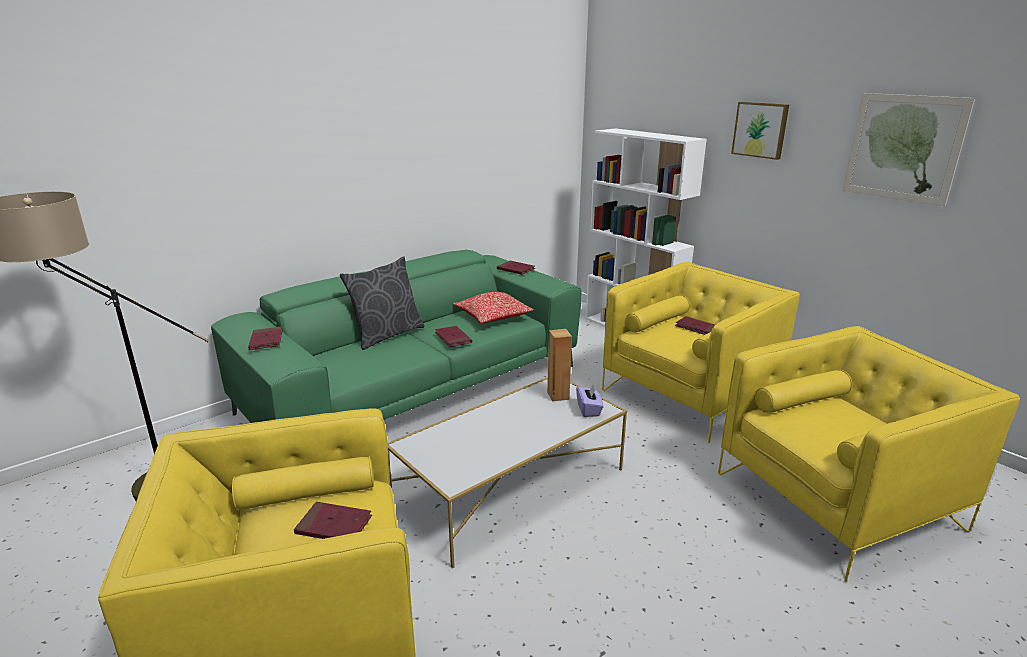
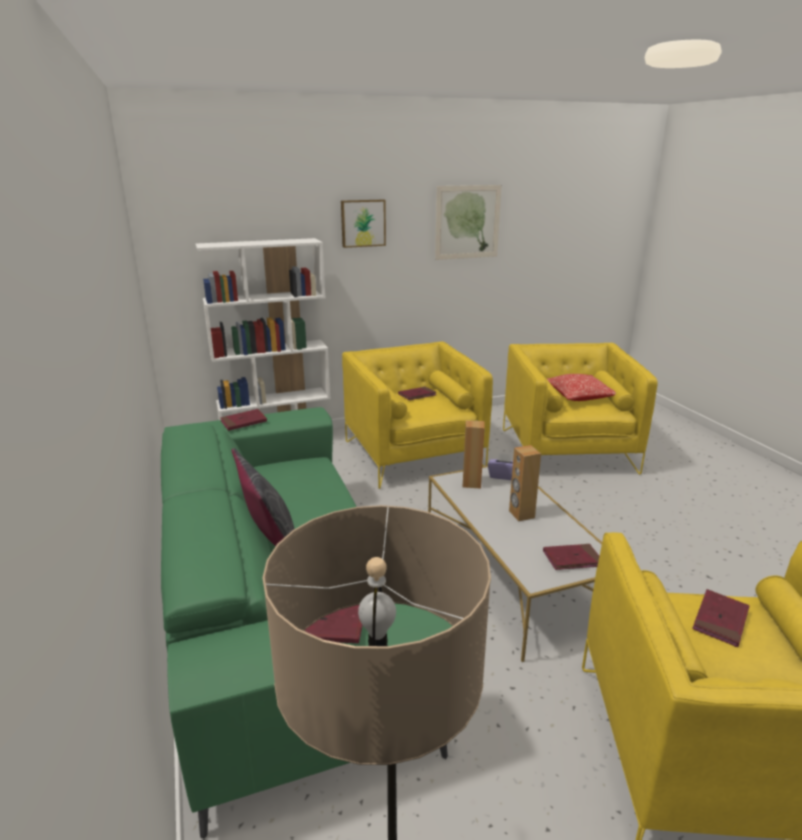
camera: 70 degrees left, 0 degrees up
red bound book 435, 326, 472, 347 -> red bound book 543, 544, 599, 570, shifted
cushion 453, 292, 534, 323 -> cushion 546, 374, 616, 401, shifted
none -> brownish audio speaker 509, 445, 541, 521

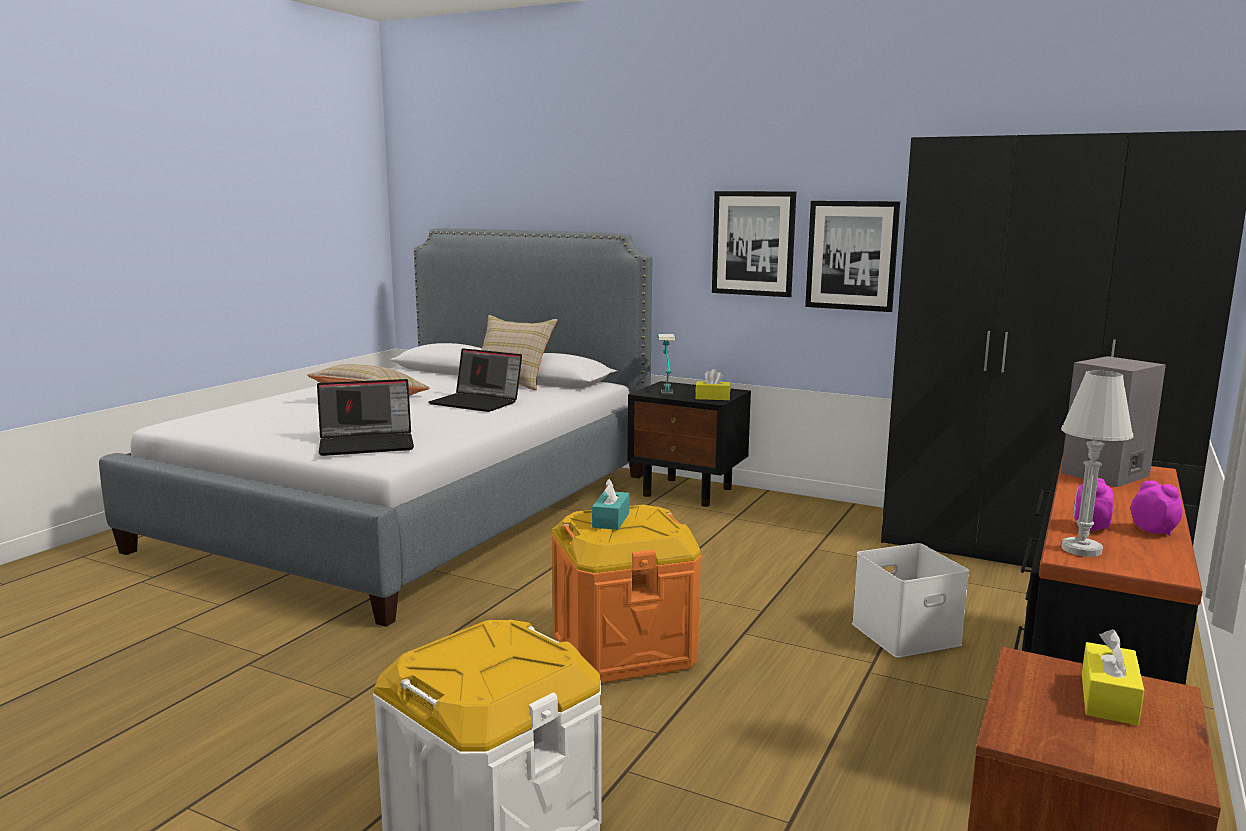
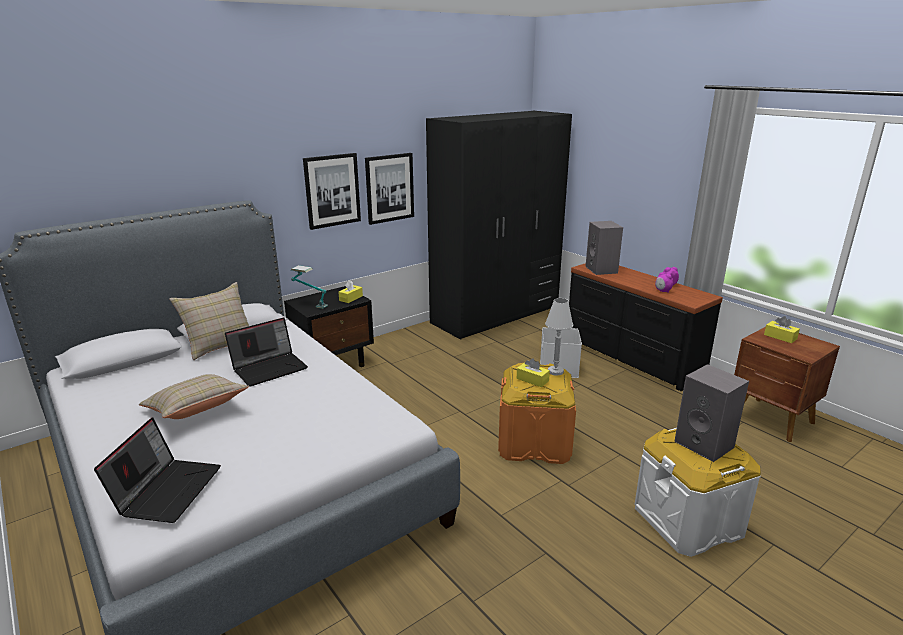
camera: 65 degrees left, 10 degrees up
laptop 317, 379, 414, 456 -> laptop 94, 417, 221, 523, shifted
turquoise-coloured tissue holder 592, 479, 629, 530 -> yellow-coloured tissue holder 517, 358, 550, 387
whitish tabletop lamp 1061, 371, 1133, 557 -> whitish tabletop lamp 545, 298, 573, 376, shifted
none -> grey audio speaker 674, 364, 749, 462

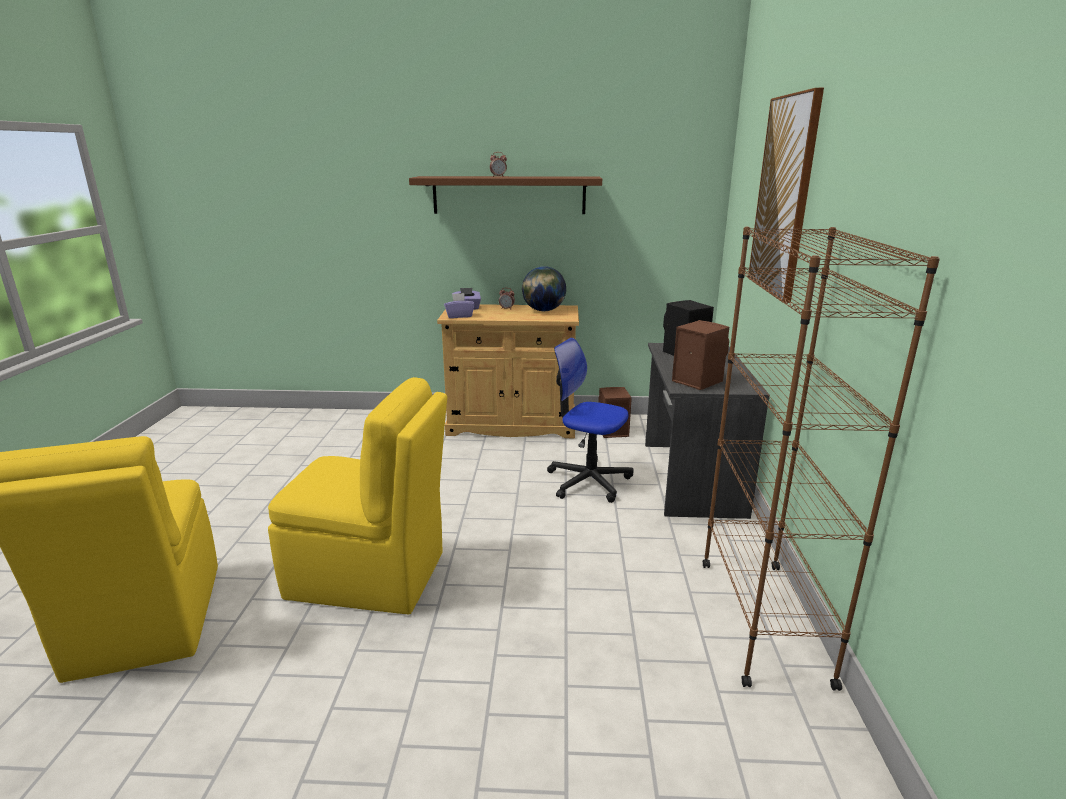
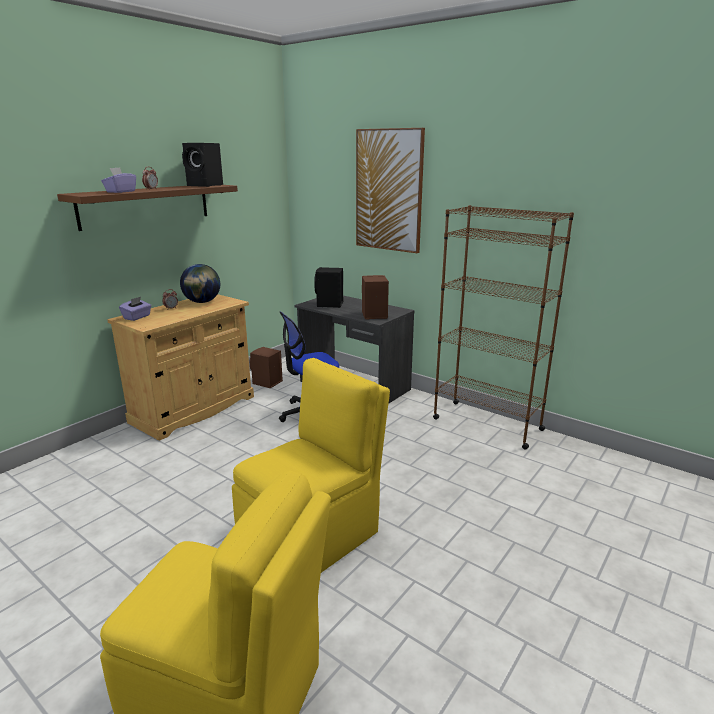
camera: 55 degrees left, 0 degrees up
purple tissue holder 444, 293, 475, 318 -> purple tissue holder 101, 167, 136, 193, shifted
none -> black-coloured audio speaker 182, 143, 223, 187

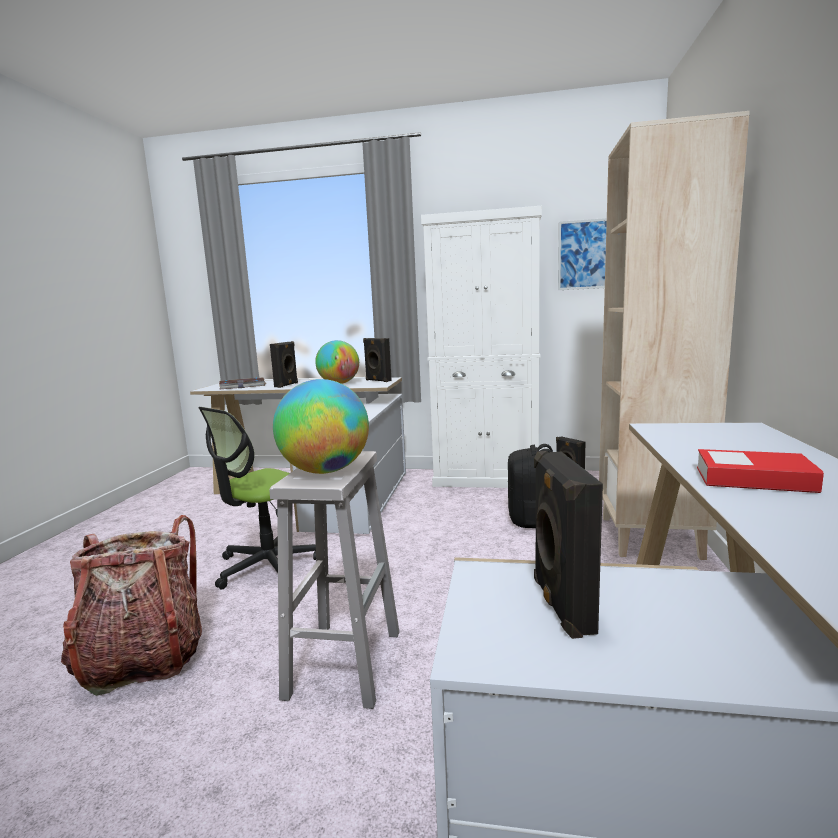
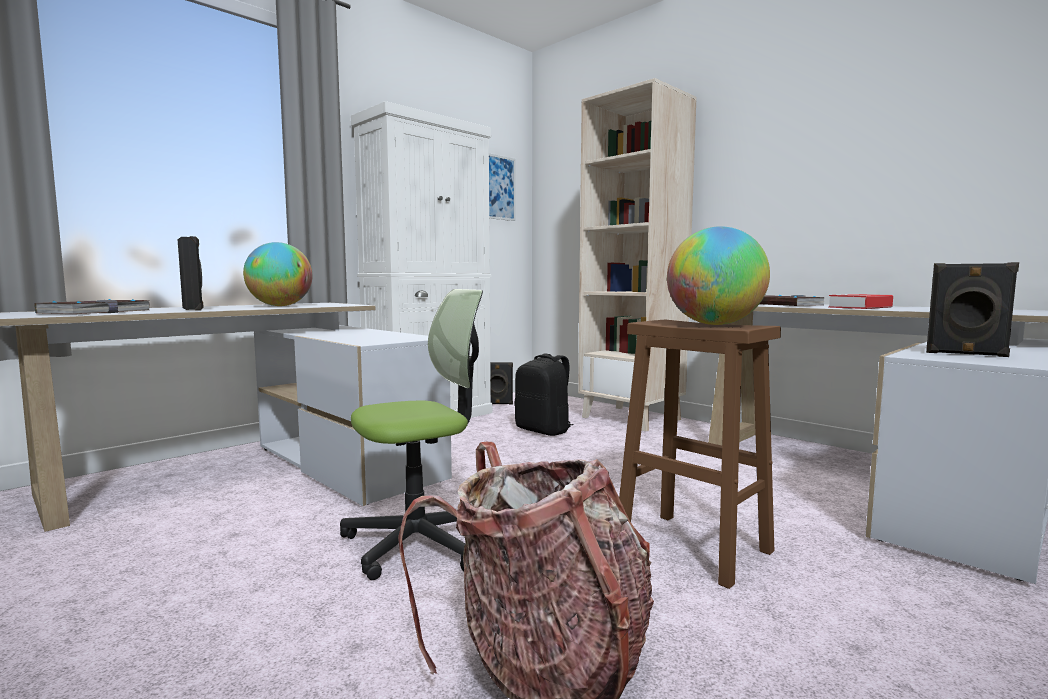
camera: 55 degrees left, 5 degrees down
computer chair 198, 407, 316, 589 -> computer chair 340, 289, 483, 580, 105 degrees counterclockwise
whitish stool 269, 451, 399, 709 -> brownish stool 619, 320, 781, 589
black-coloured audio speaker 363, 338, 392, 382 -> none
none -> bound book 760, 295, 825, 306

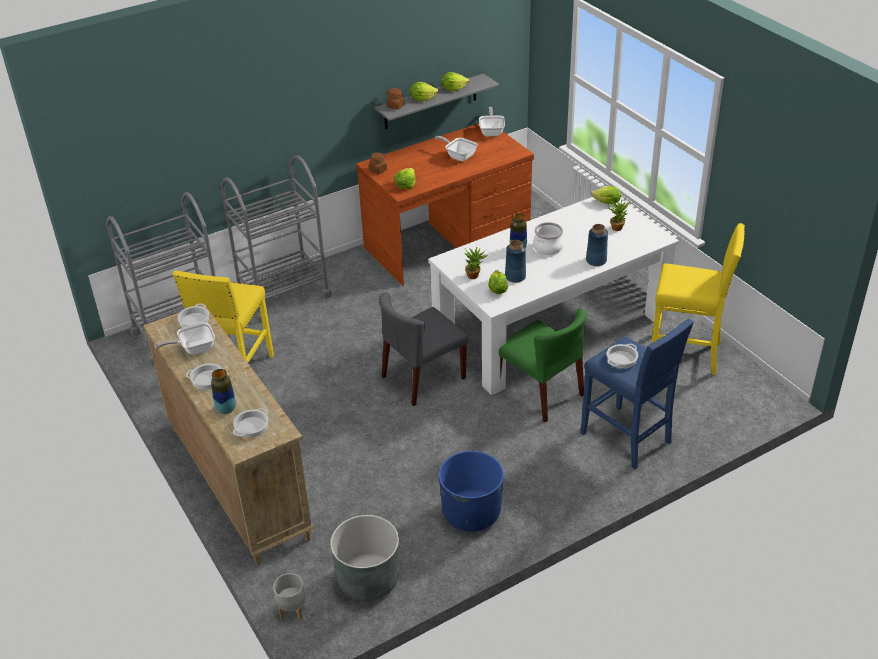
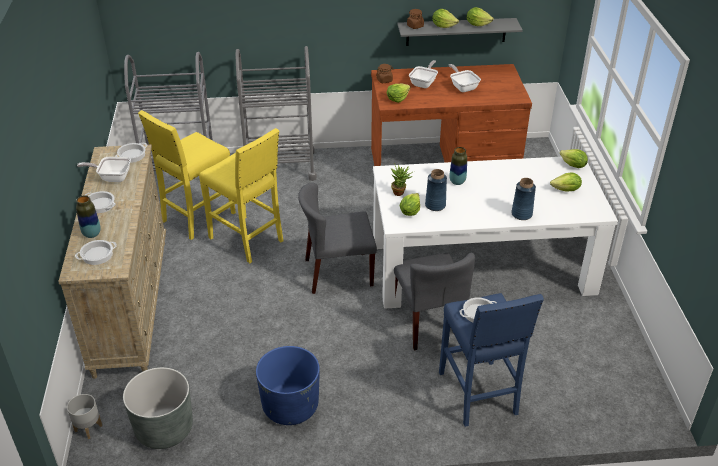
camera: 25 degrees right, 0 degrees up
frying pan 479, 107, 505, 136 -> frying pan 409, 60, 438, 88, shifted
green upright chair 499, 309, 586, 423 -> grey upright chair 394, 253, 475, 350
saucepot 533, 222, 564, 255 -> none
potted plant 607, 199, 629, 231 -> lettuce 550, 173, 582, 192
yellow-coloured stool 652, 223, 745, 375 -> yellow-coloured stool 199, 128, 283, 263, shifted

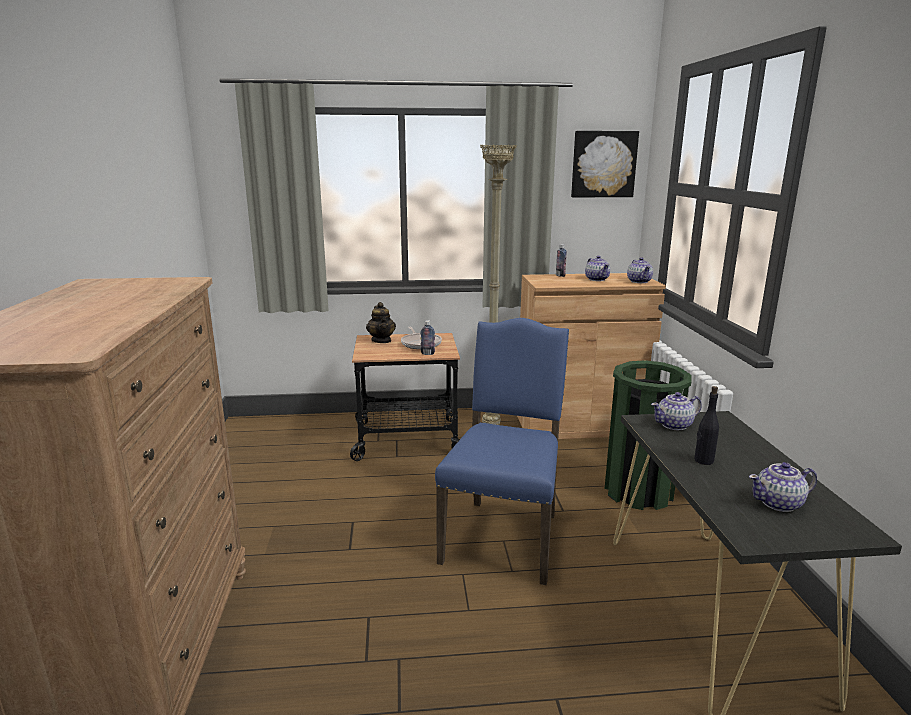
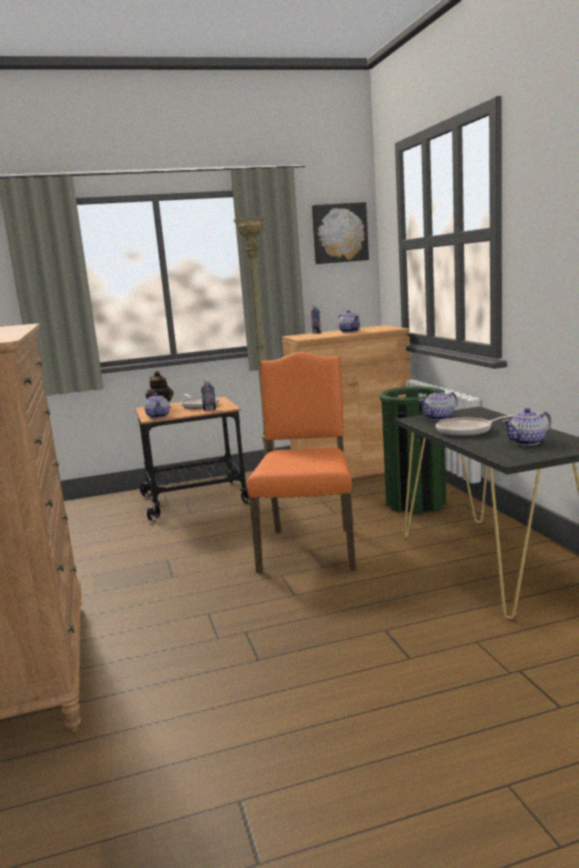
camera: 10 degrees left, 5 degrees down
blue-coloured upright chair 435, 318, 569, 585 -> orange-coloured upright chair 247, 352, 356, 573
pot for tea 627, 257, 653, 283 -> pot for tea 144, 393, 170, 418, shifted
black-coloured bottle 694, 386, 719, 465 -> frying pan 436, 415, 514, 437

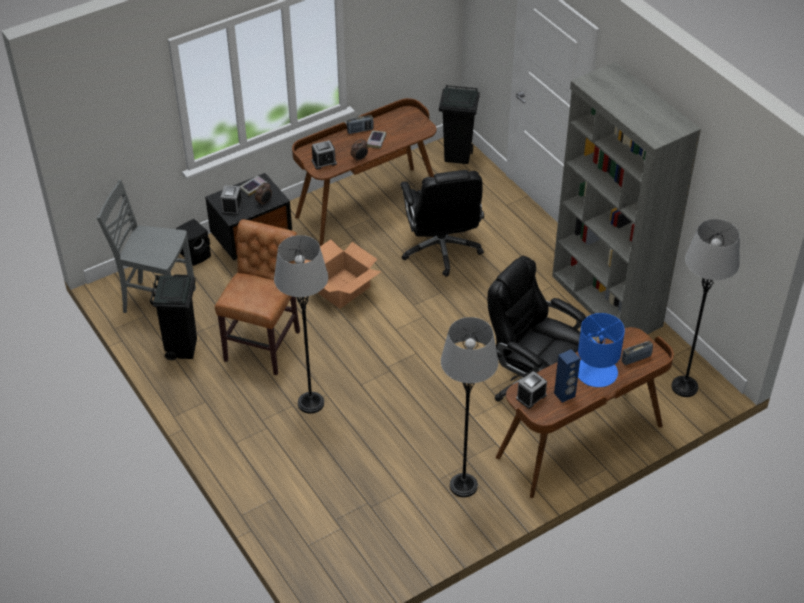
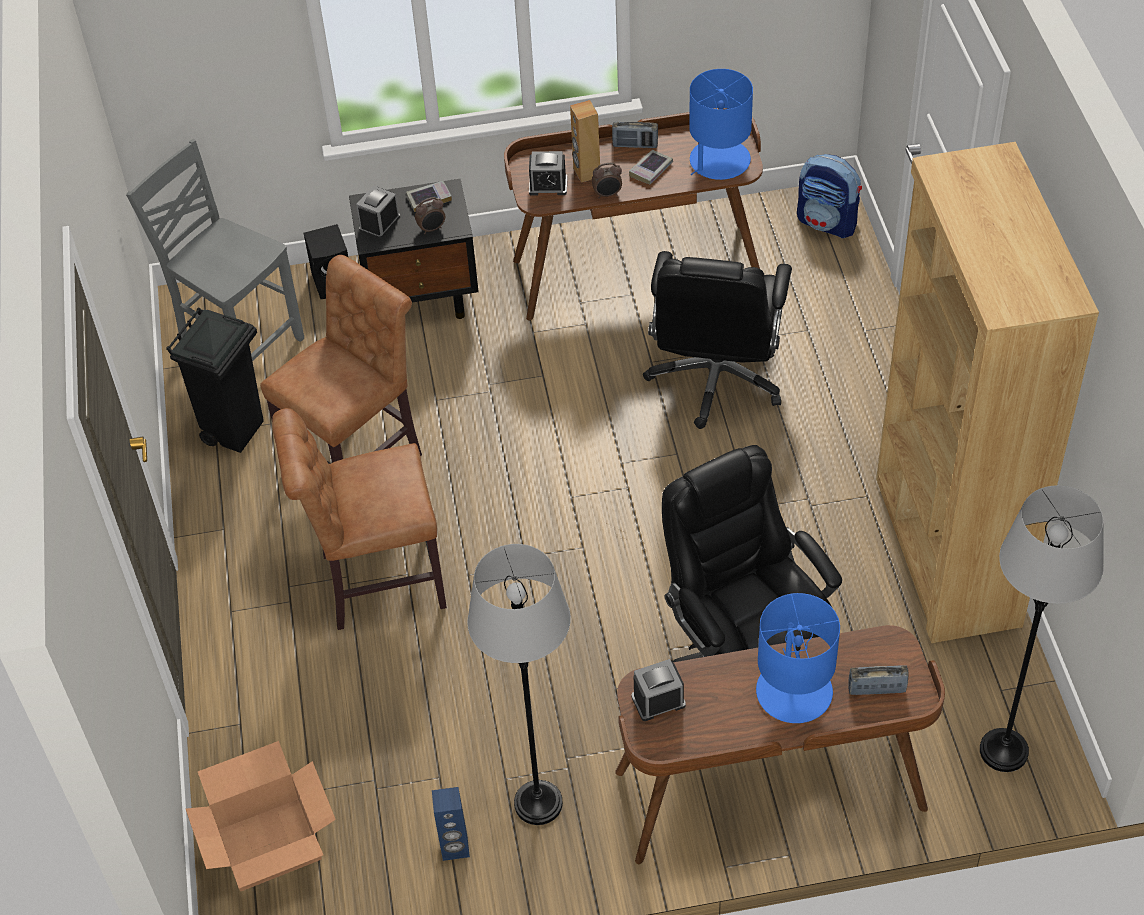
camera: 25 degrees right, 5 degrees up
grey standard lamp 274, 235, 328, 414 -> brownish upright chair 272, 408, 447, 630
cardboard box 304, 240, 382, 309 -> cardboard box 186, 741, 336, 891, shifted
black-coloured trash can 439, 85, 480, 164 -> knapsack 797, 154, 862, 238
grey shelving unit 552, 62, 701, 334 -> brownish shelving unit 876, 142, 1099, 643
blue-coloured audio speaker 554, 349, 580, 403 -> blue-coloured audio speaker 432, 787, 470, 861, shifted
none -> brownish audio speaker 570, 100, 600, 183
none -> blue-coloured tabletop lamp 689, 69, 753, 180

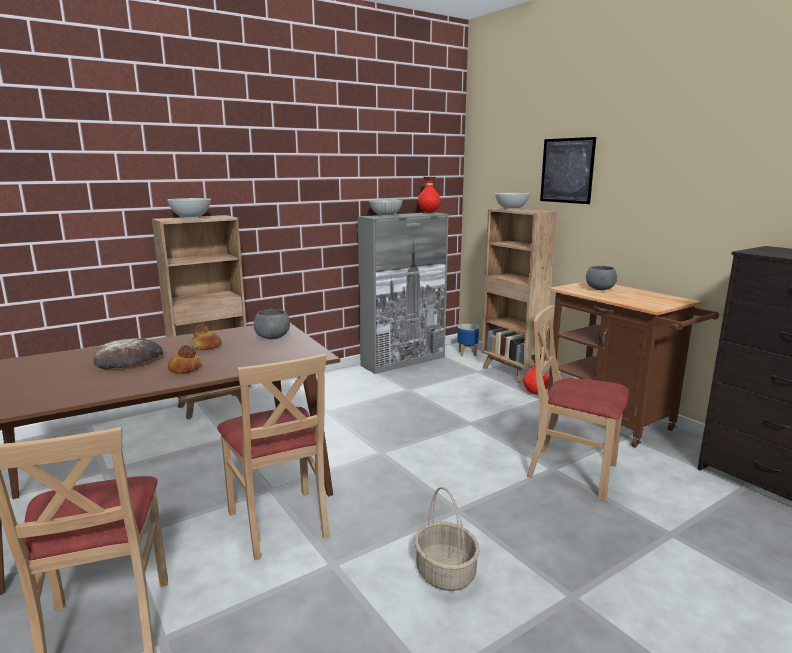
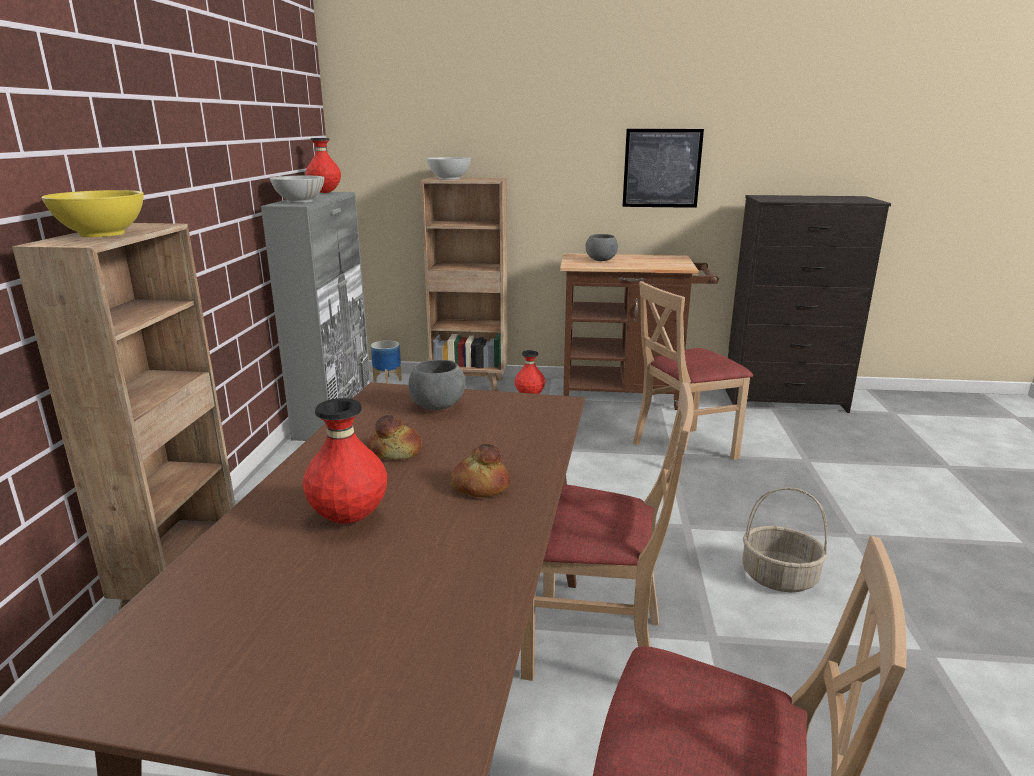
camera: 50 degrees left, 5 degrees up
bread 94, 338, 163, 369 -> red flower vase 303, 398, 387, 524
whitish bowl 167, 198, 211, 219 -> yellow-coloured bowl 42, 190, 144, 237
picture 540, 137, 596, 204 -> picture 622, 129, 704, 208, shifted

